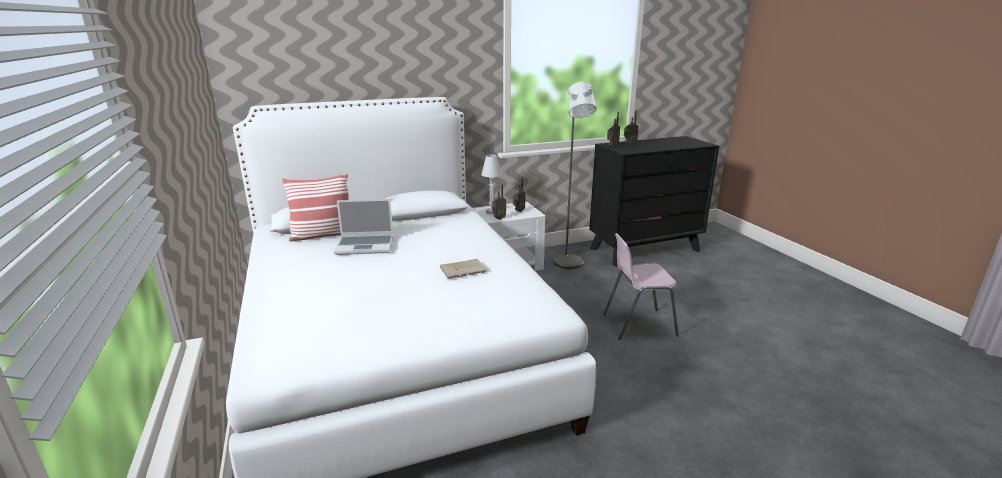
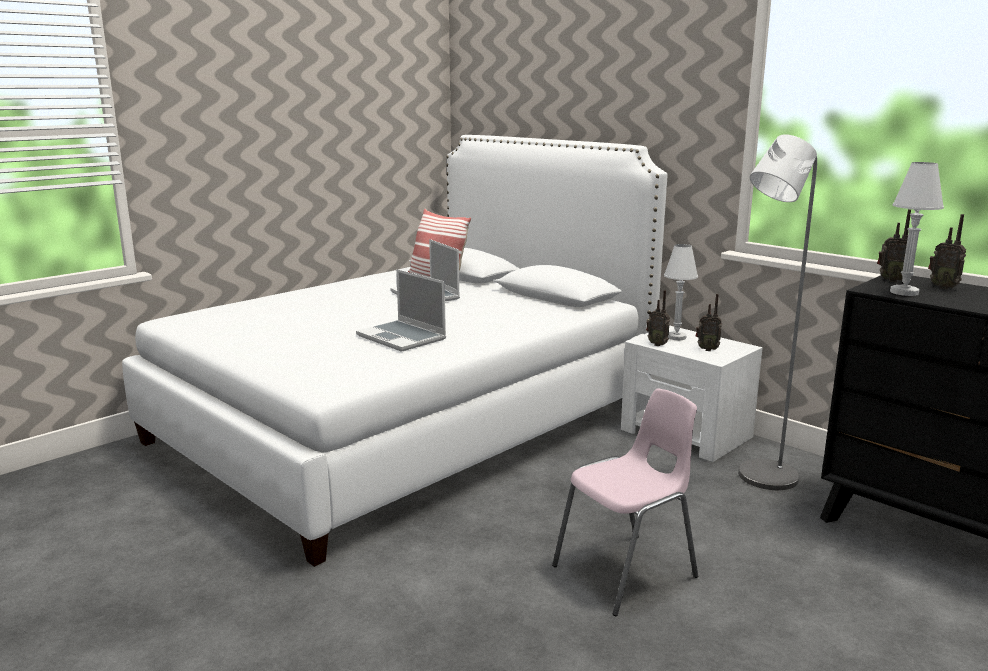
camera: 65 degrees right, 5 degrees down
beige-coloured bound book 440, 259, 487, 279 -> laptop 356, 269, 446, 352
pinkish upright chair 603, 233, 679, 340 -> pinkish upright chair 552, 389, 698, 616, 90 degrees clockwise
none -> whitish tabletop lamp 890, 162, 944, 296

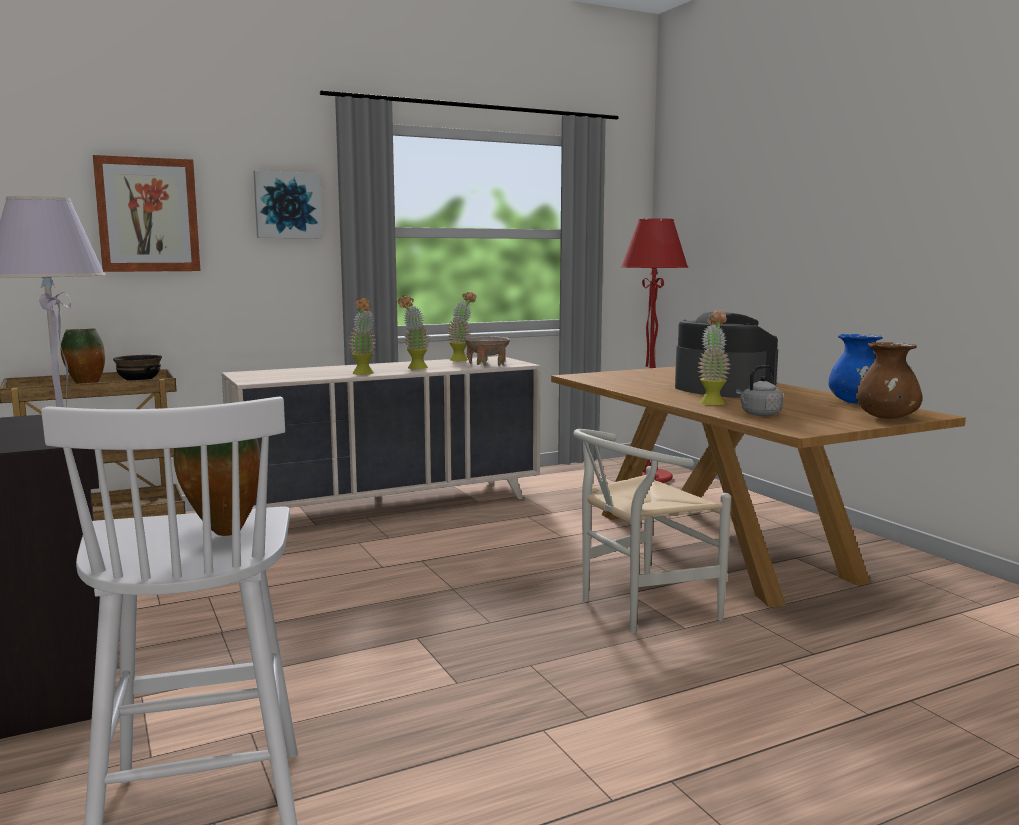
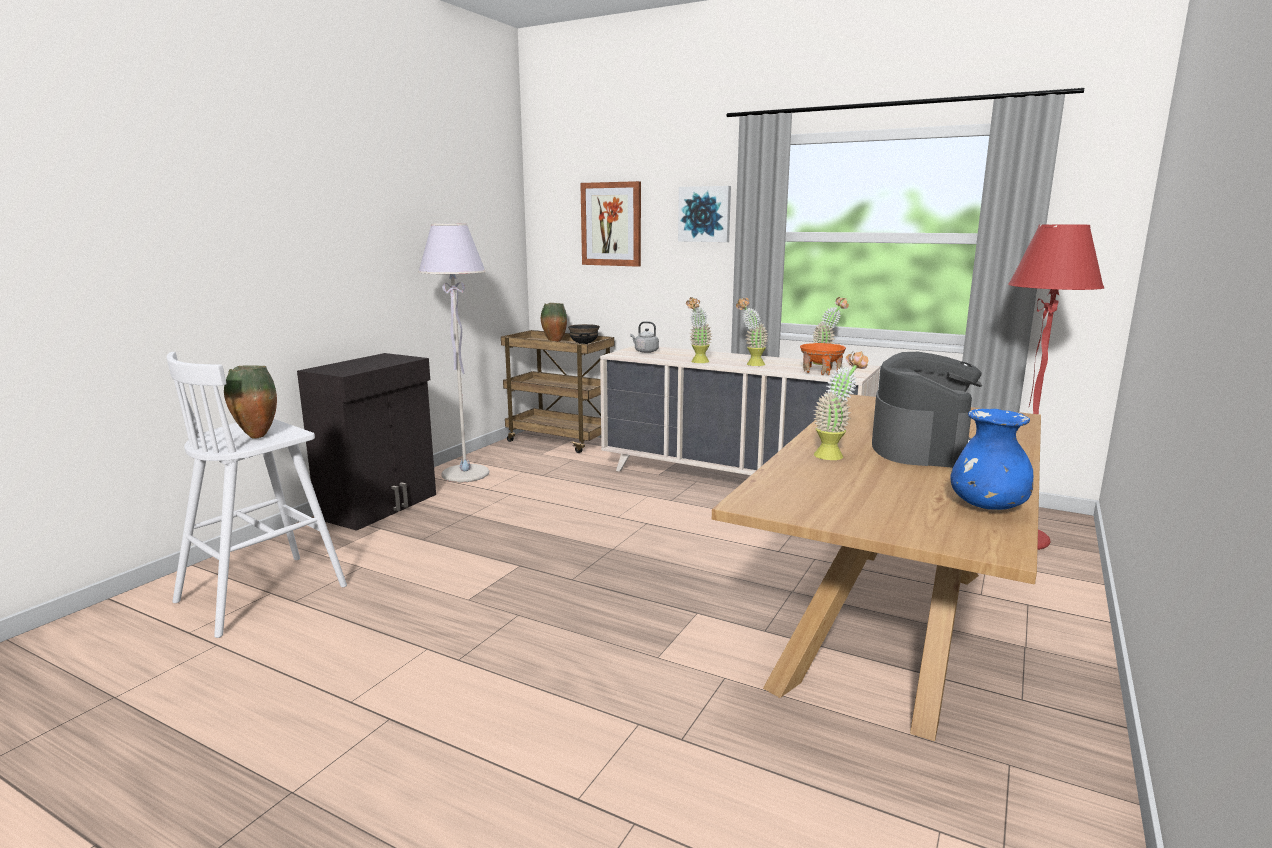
camera: 55 degrees right, 5 degrees up
beige-coloured bowl 464, 336, 510, 366 -> orange-coloured bowl 800, 343, 846, 375
whitish upright chair 574, 429, 731, 633 -> none
grey water kettle 736, 365, 783, 416 -> grey water kettle 630, 321, 659, 353, shifted
brownish flower vase 856, 342, 923, 419 -> none

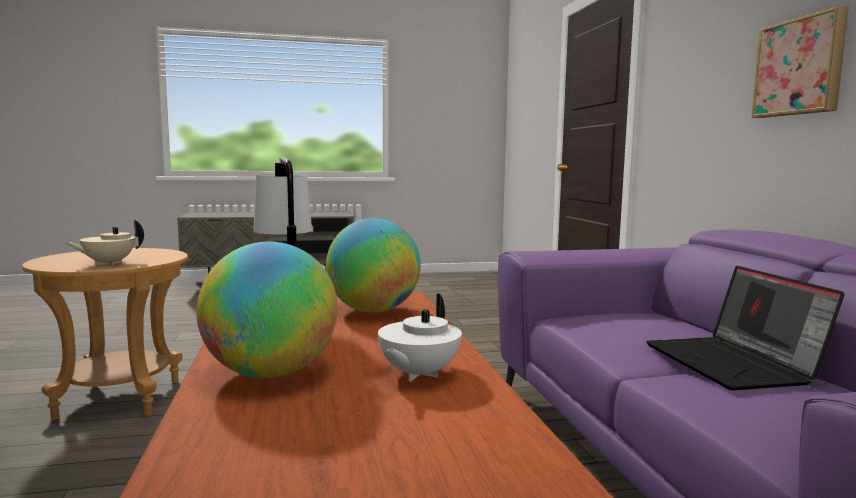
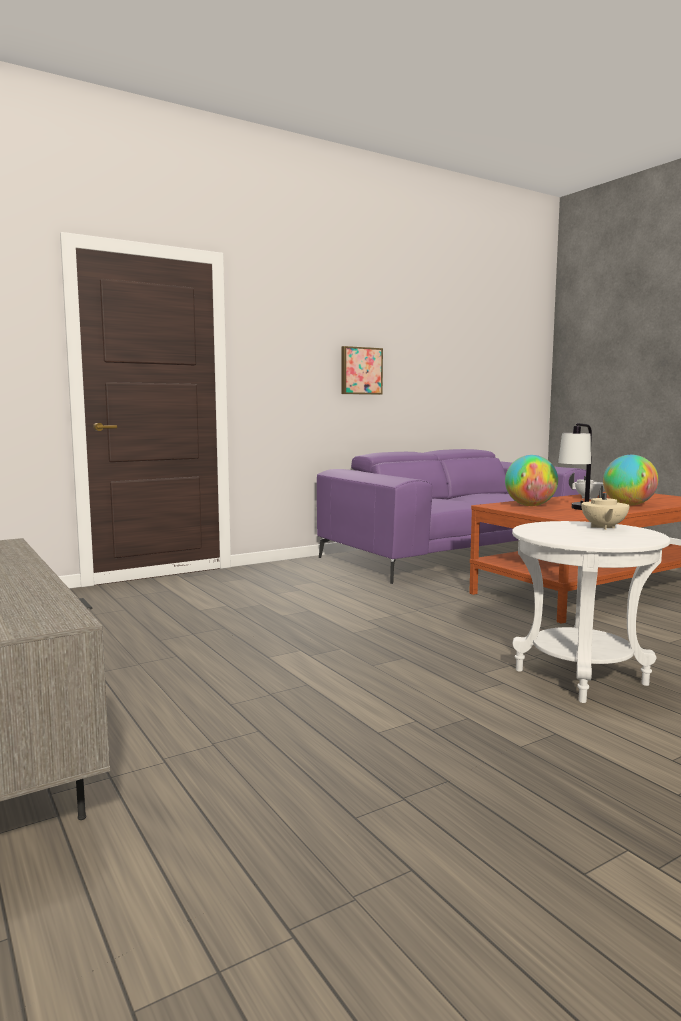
camera: 110 degrees left, 0 degrees up
brownish end table 22, 248, 188, 420 -> whitish end table 512, 521, 670, 703
beige-coloured pot for tea 65, 220, 144, 265 -> beige-coloured pot for tea 581, 486, 630, 530, 75 degrees clockwise
laptop 646, 266, 844, 390 -> none

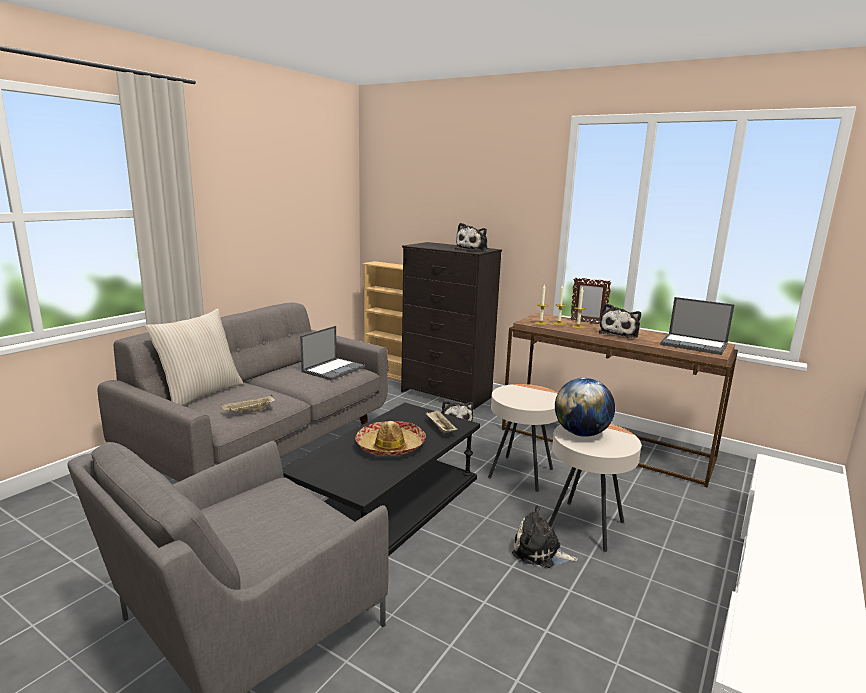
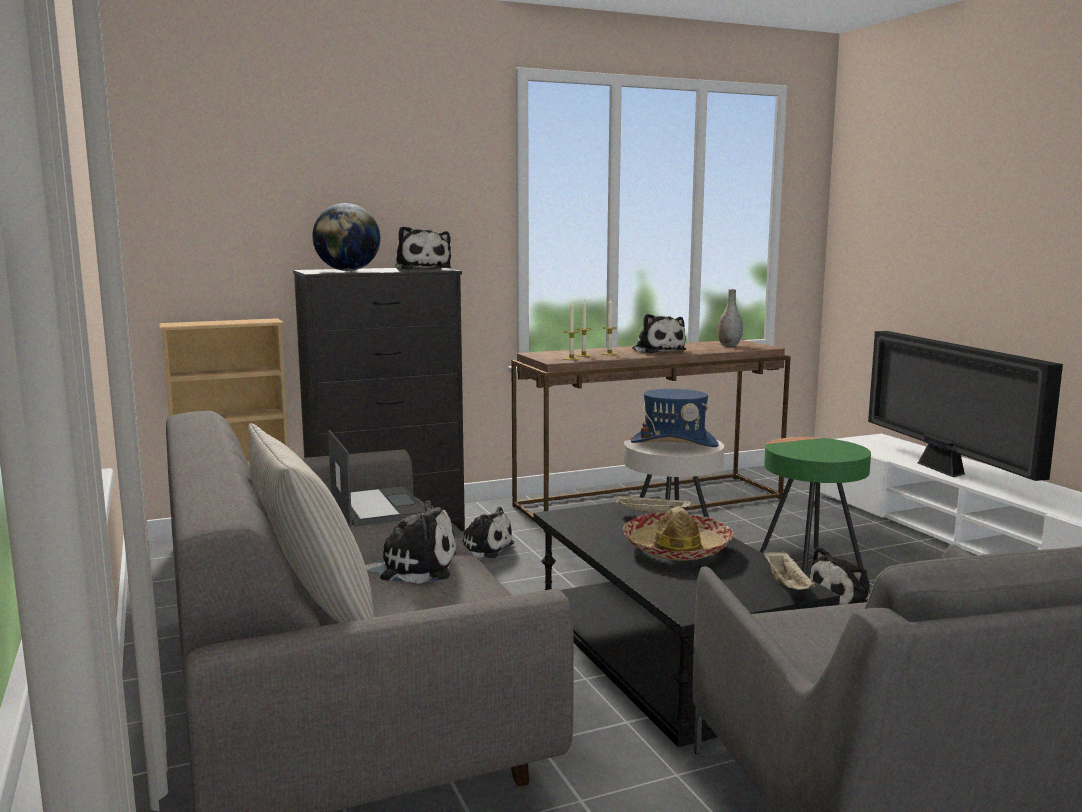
camera: 55 degrees left, 5 degrees down
beige-coloured serving tray 221, 395, 275, 412 -> beige-coloured serving tray 763, 550, 815, 590, shifted
beige-coloured end table 548, 424, 641, 552 -> green end table 760, 437, 871, 576
world globe 555, 378, 615, 437 -> world globe 312, 203, 380, 271, shifted
photo frame 570, 277, 612, 324 -> none
laptop 660, 297, 734, 355 -> grey flower vase 718, 289, 743, 346
none -> soft toy 365, 500, 456, 584
none -> blue-coloured hat 631, 389, 719, 447
none -> TV 868, 331, 1063, 481

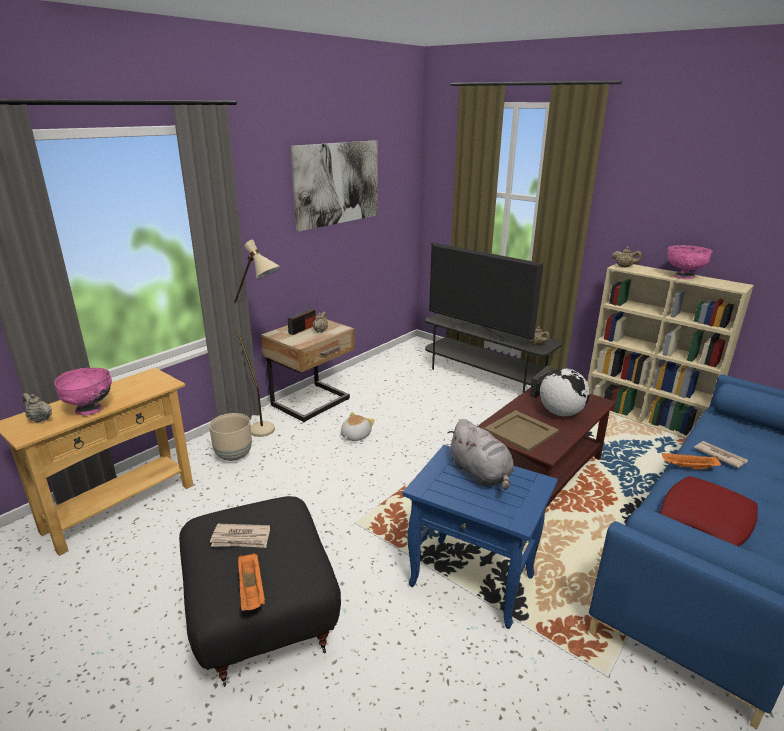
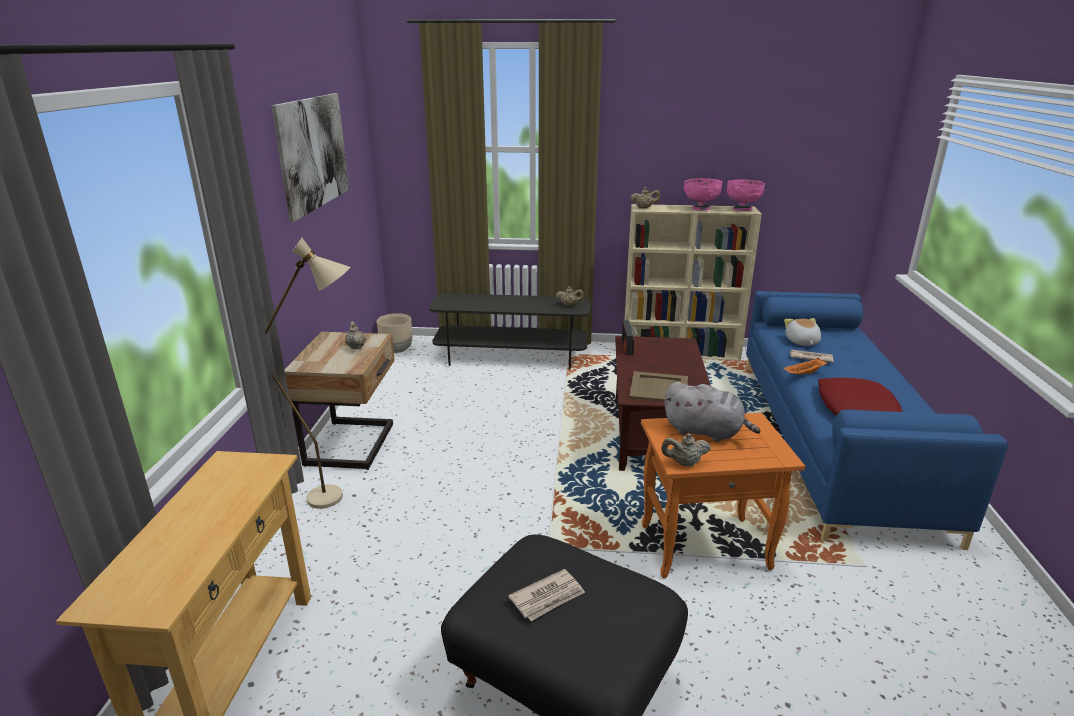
camera: 35 degrees left, 0 degrees up
beige-coloured pot for tea 22, 393, 52, 423 -> beige-coloured pot for tea 661, 434, 711, 466, shifted
pinkish bowl 54, 368, 112, 415 -> pinkish bowl 727, 179, 765, 211, shifted
beige-coloured plant pot 209, 413, 252, 461 -> beige-coloured plant pot 377, 313, 412, 353, shifted
orange-coloured serving tray 238, 553, 265, 611 -> none
radio 288, 306, 316, 335 -> none
soft toy 341, 412, 375, 441 -> soft toy 784, 318, 821, 346, shifted
blue-coloured end table 403, 445, 558, 629 -> orange-coloured end table 641, 413, 805, 578
TV 429, 243, 543, 343 -> none
world globe 540, 368, 590, 416 -> none

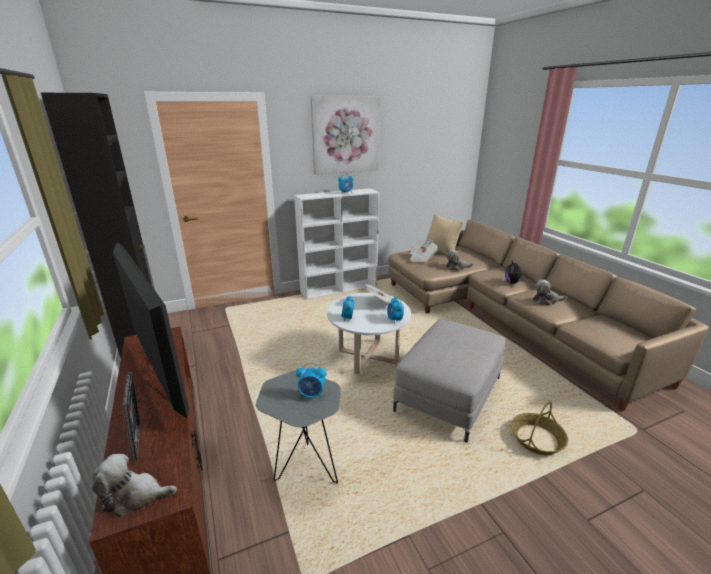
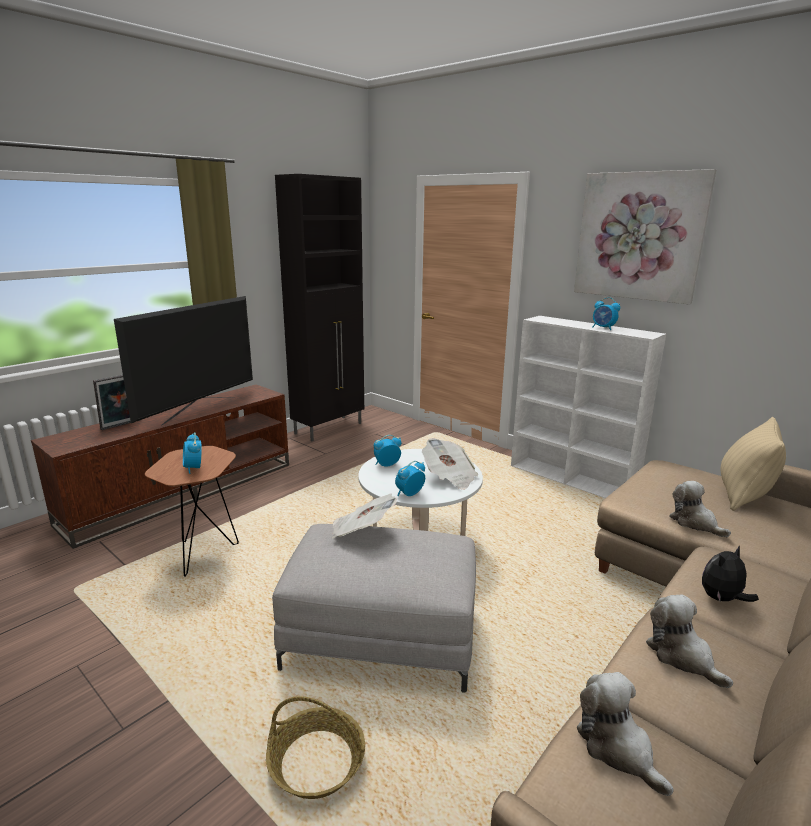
camera: 65 degrees right, 5 degrees down
soft toy 92, 454, 177, 517 -> soft toy 577, 672, 674, 796, shifted
grey end table 256, 370, 341, 483 -> brownish end table 145, 446, 239, 577
daily paper 410, 239, 438, 262 -> daily paper 332, 494, 397, 539, shifted

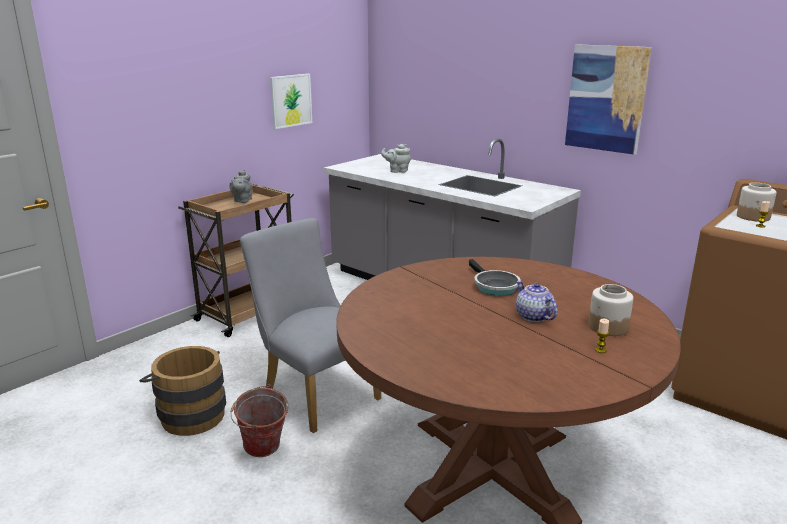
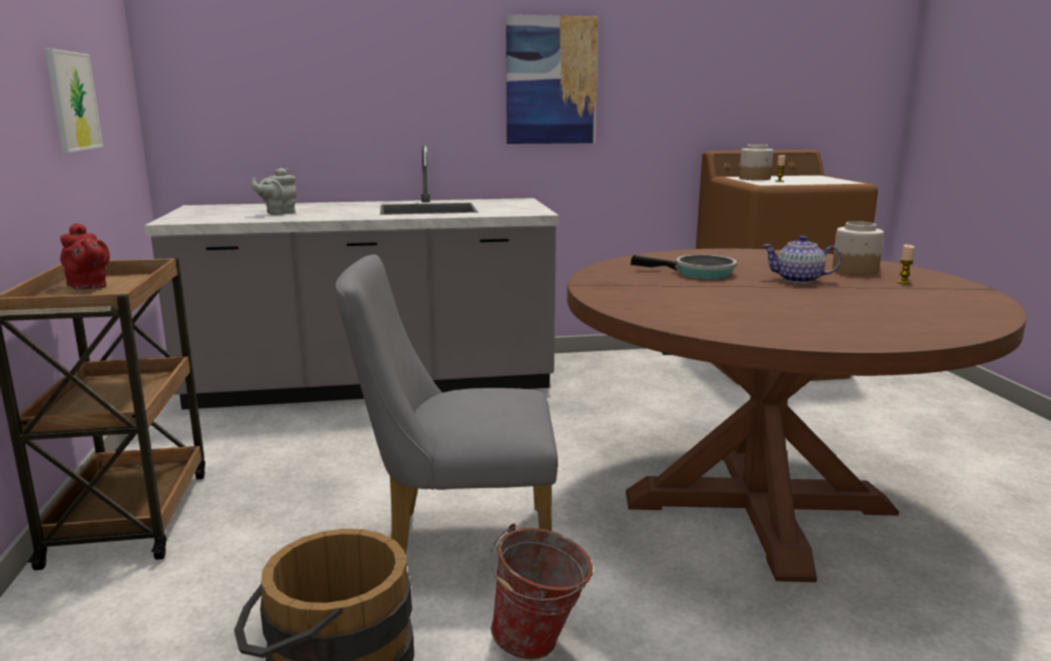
camera: 50 degrees left, 5 degrees down
grey pot for tea 229, 170, 252, 203 -> red pot for tea 60, 223, 110, 290

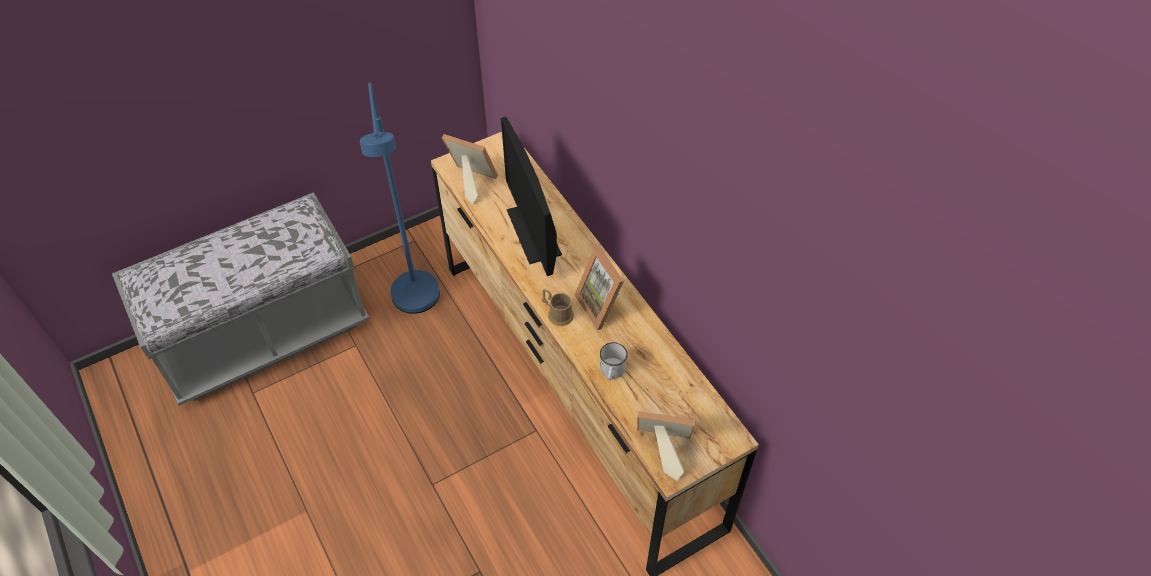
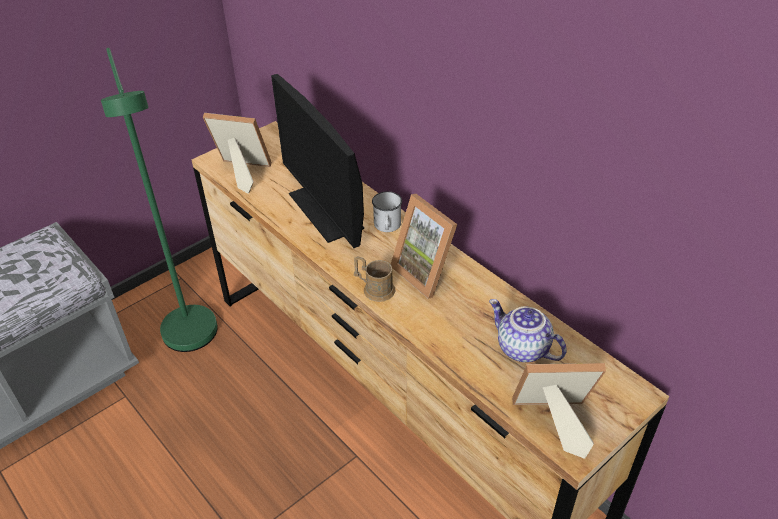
camera: 10 degrees left, 10 degrees down
blue-coloured standard lamp 360, 82, 440, 314 -> green standard lamp 101, 48, 218, 352
whitish tea mug 600, 342, 628, 380 -> whitish tea mug 372, 191, 402, 232, shifted
none -> pot for tea 489, 299, 567, 362

